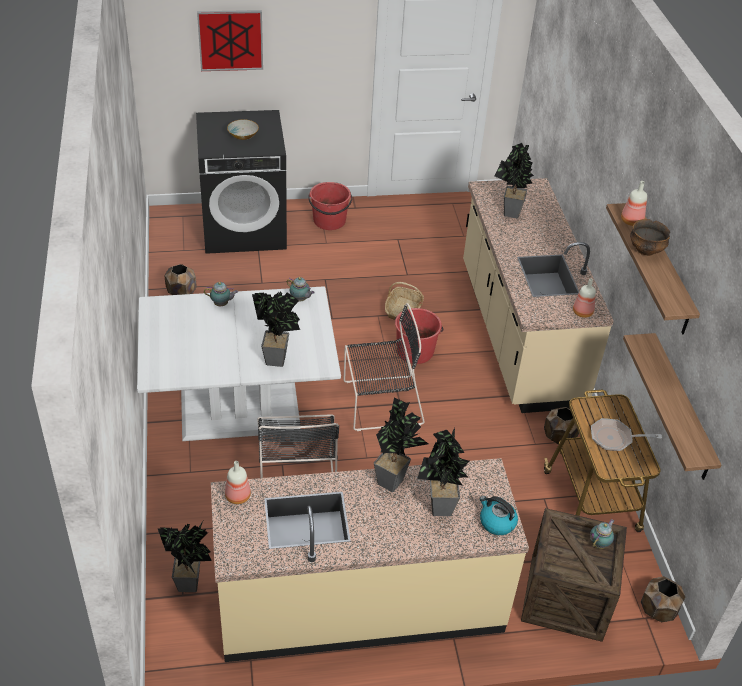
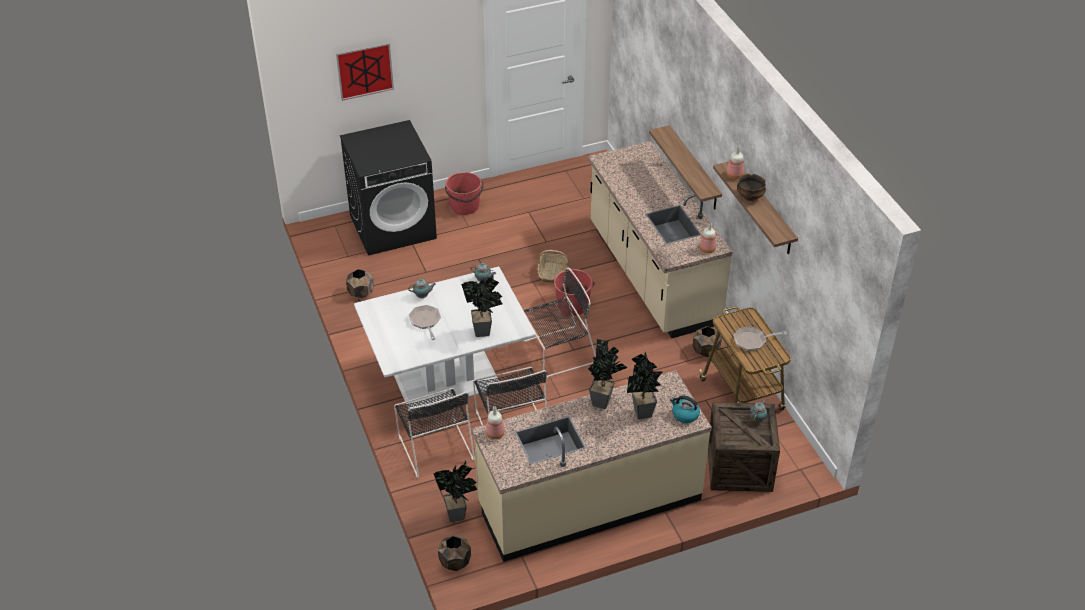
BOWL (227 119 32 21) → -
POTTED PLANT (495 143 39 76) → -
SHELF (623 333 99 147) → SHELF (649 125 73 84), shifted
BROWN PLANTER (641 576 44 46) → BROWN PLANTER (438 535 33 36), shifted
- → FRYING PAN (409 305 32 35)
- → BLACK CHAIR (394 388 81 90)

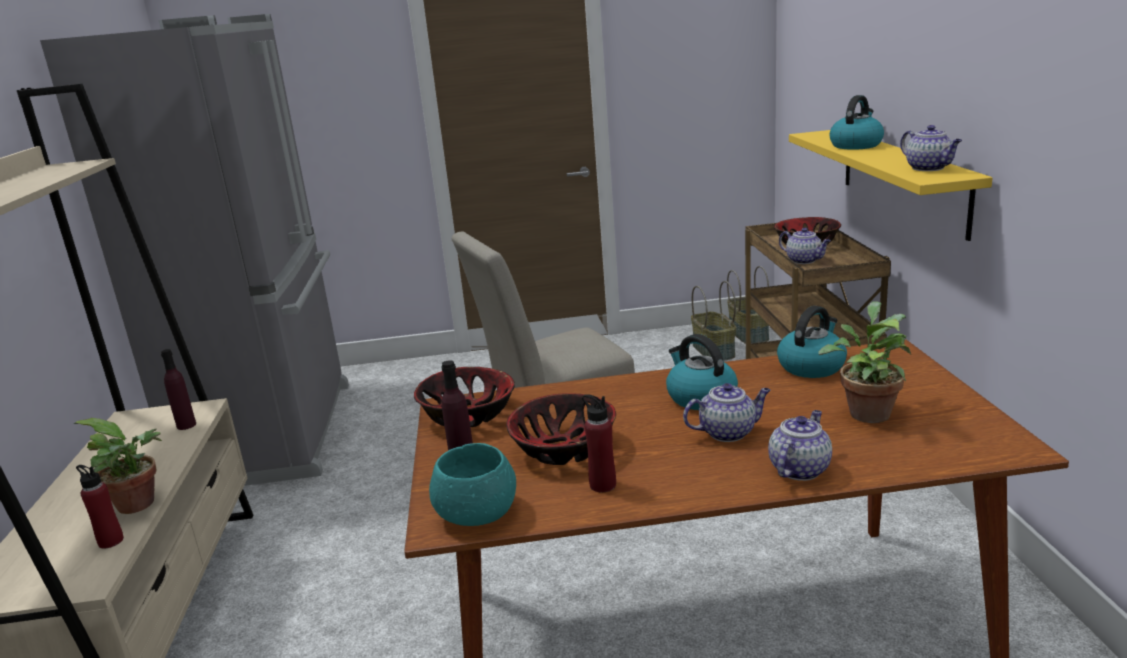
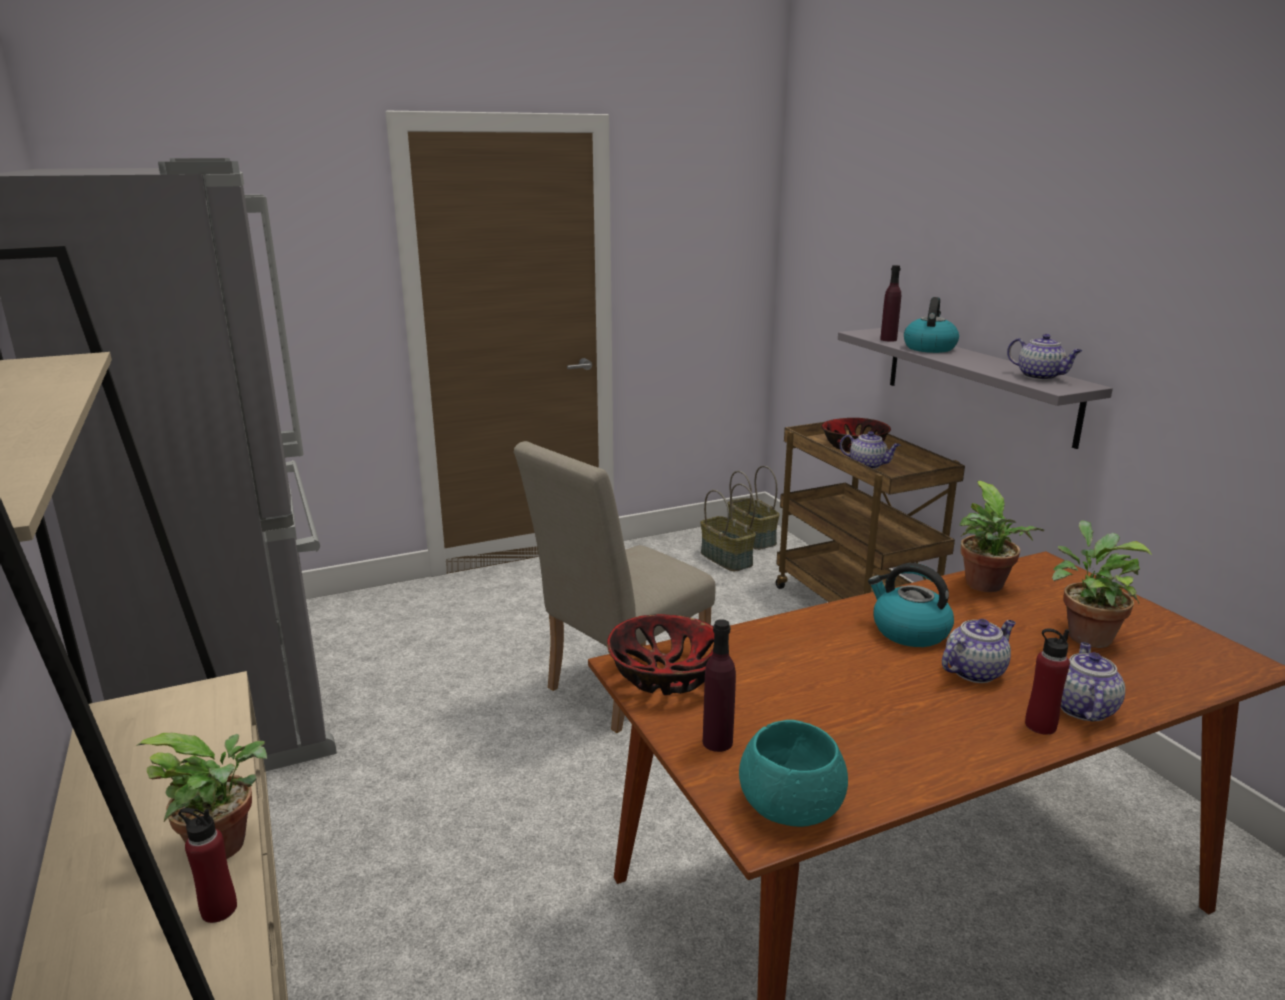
YELLOW SHELF (789 130 204 111) → GREY SHELF (838 328 275 121)
KETTLE (777 306 70 72) → POTTED PLANT (960 481 84 111)
PURPLE BOTTLE (161 349 35 81) → PURPLE BOTTLE (880 265 21 77), shifted
BOWL (506 393 110 72) → -
RED BOTTLE (582 394 34 98) → RED BOTTLE (1025 628 45 107), shifted

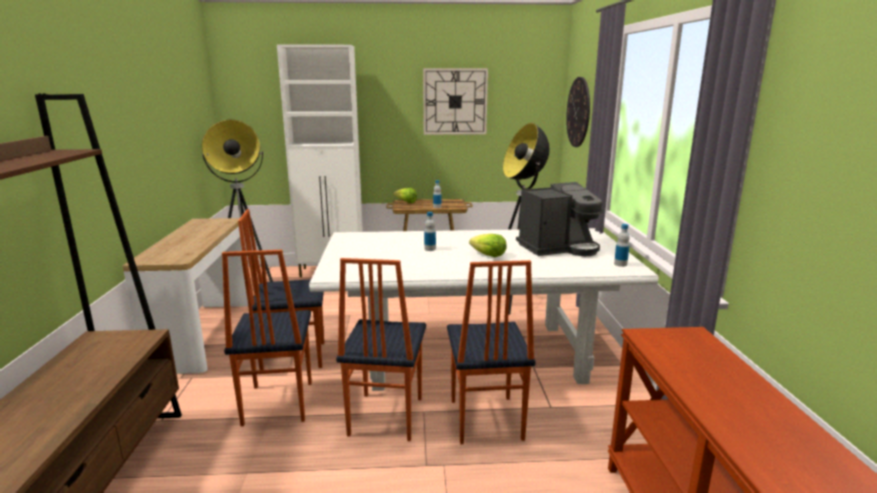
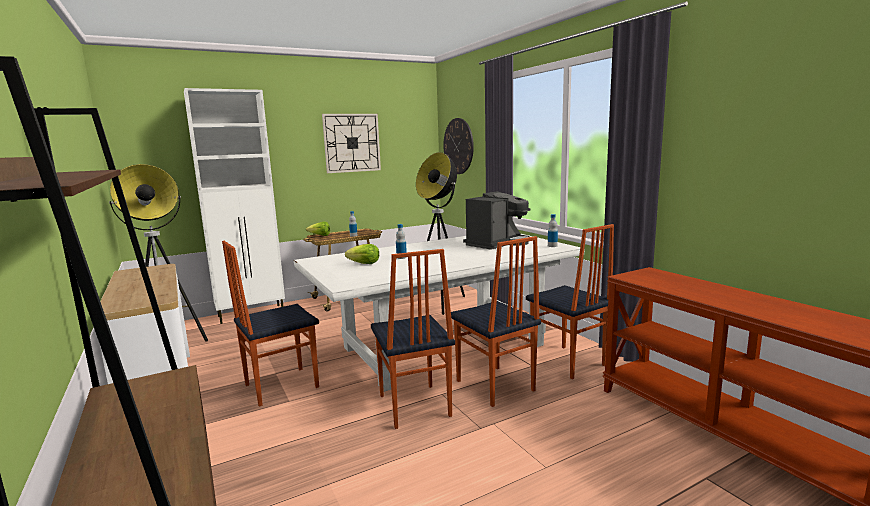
LETTUCE (469 234 38 23) → LETTUCE (345 244 34 20), shifted
CHAIR (222 250 90 176) → CHAIR (526 224 88 155), shifted

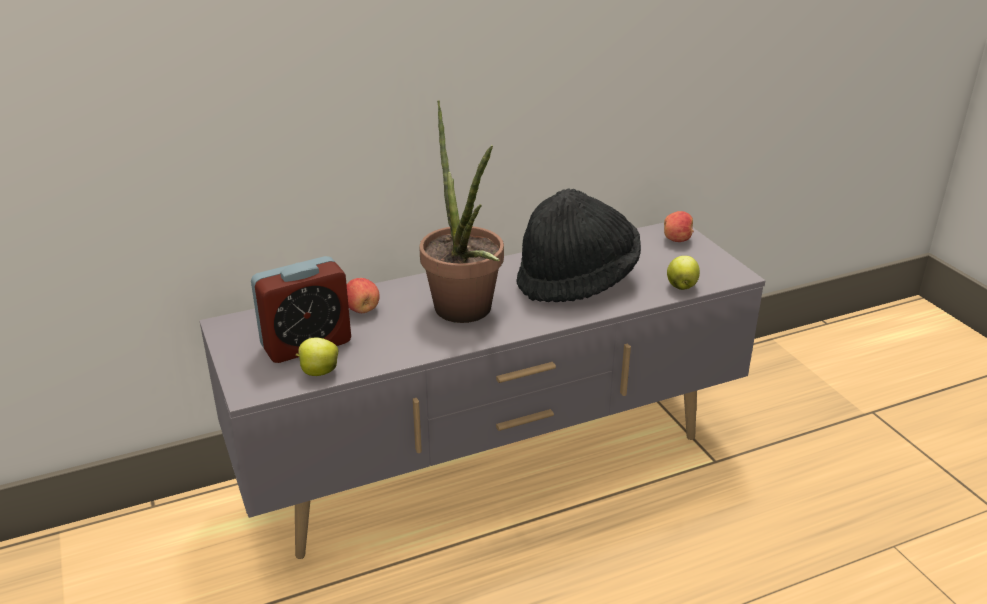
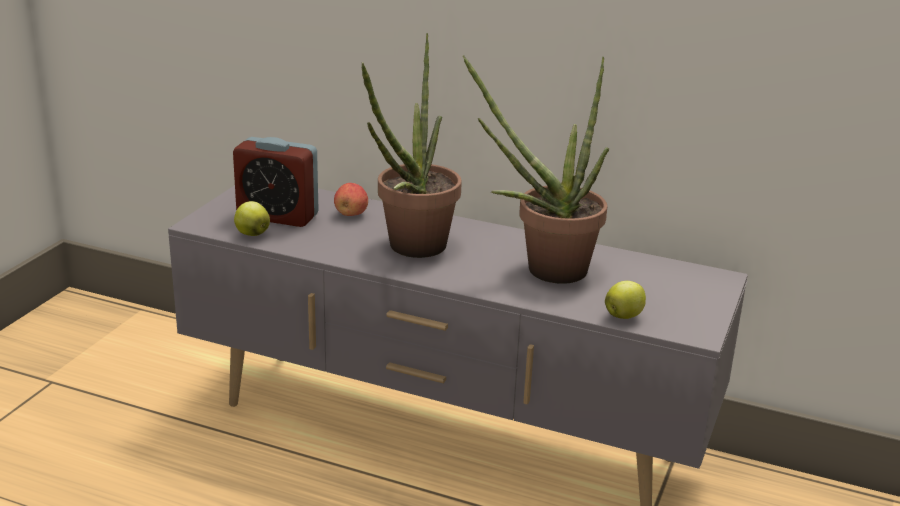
BLACK HAT (516 188 125 114) → POTTED PLANT (462 55 147 229)
APPLE (664 211 30 31) → -

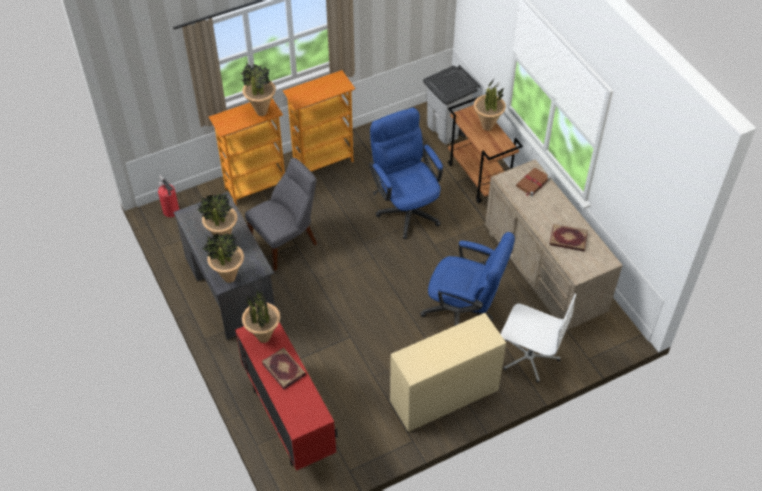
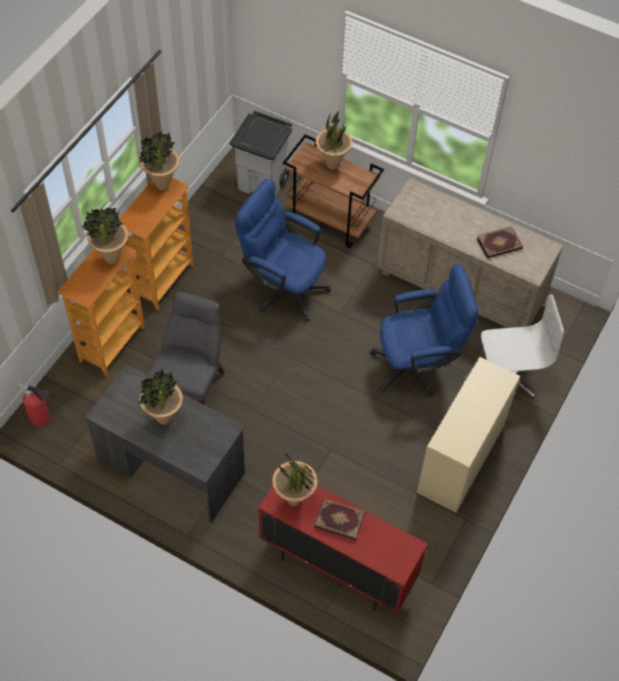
BROWN BOOK (516 168 34 28) → -
POTTED PLANT (202 233 42 50) → POTTED PLANT (139 131 41 59), shifted

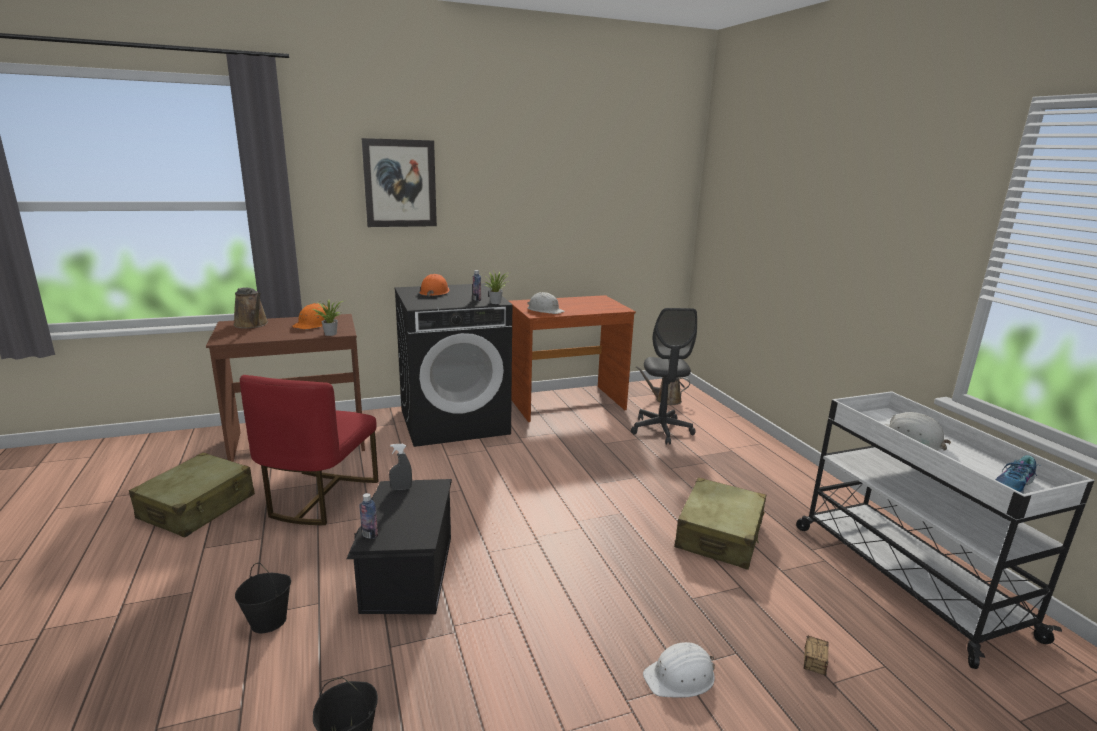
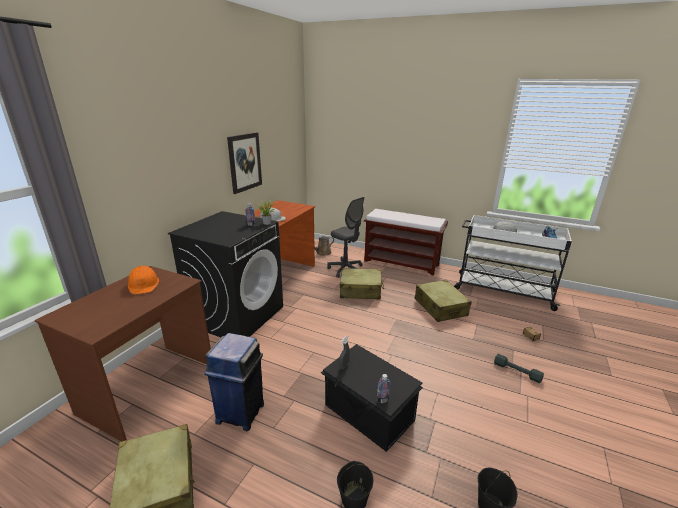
PICTURE (362 138 75 89) → PICTURE (227 132 35 62), shifted
ORANGE HARD HAT (420 274 29 23) → -
BROWN WATERING CAN (234 287 34 42) → -
POTTED PLANT (312 300 31 36) → -
RED CHAIR (240 375 138 150) → BLUE TRASH CAN (204 333 60 98)
WHITE HARD HAT (643 642 72 56) → GREY DUMBBELL (494 354 50 29)
- → BROWN BENCH (364 209 84 67)
- → BEIGE SUITCASE (340 268 44 31)

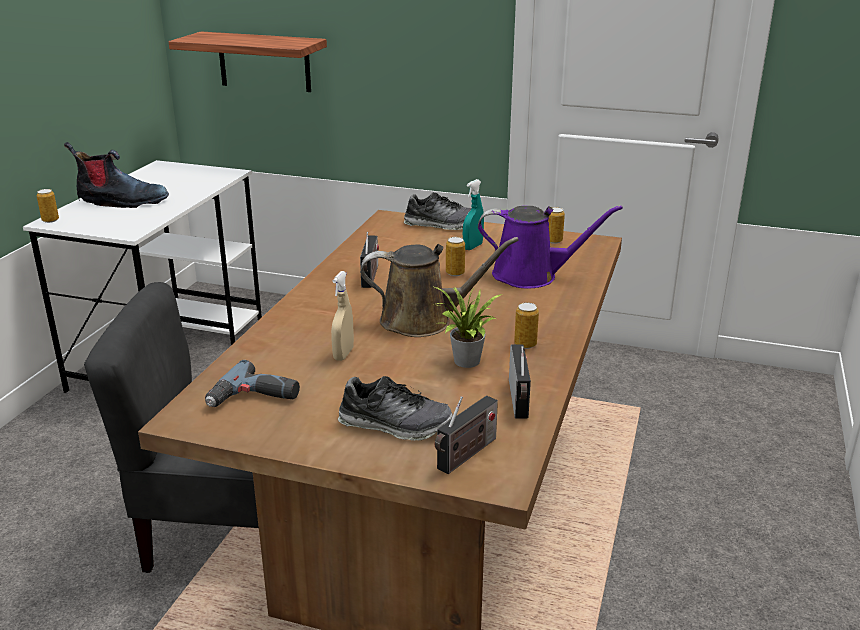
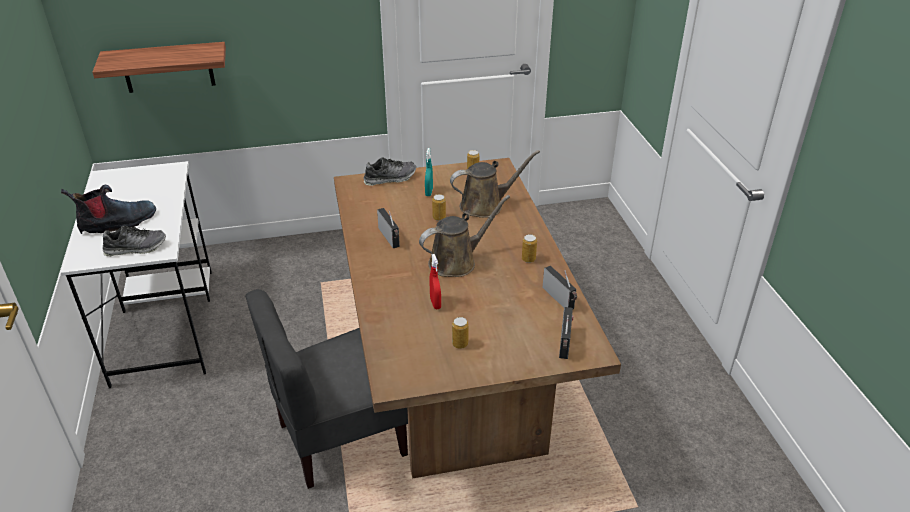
CAN (37 189 22 34) → CAN (452 317 17 32), shifted
PURPLE WATERING CAN (478 205 145 84) → BROWN WATERING CAN (450 150 90 68)
BEIGE SPRAY BOTTLE (331 271 23 90) → RED SPRAY BOTTLE (430 254 11 55)
POTTED PLANT (435 287 67 81) → -
POWER DRILL (205 360 95 47) → -
SHOE (338 376 115 64) → SHOE (103 226 63 31), shifted

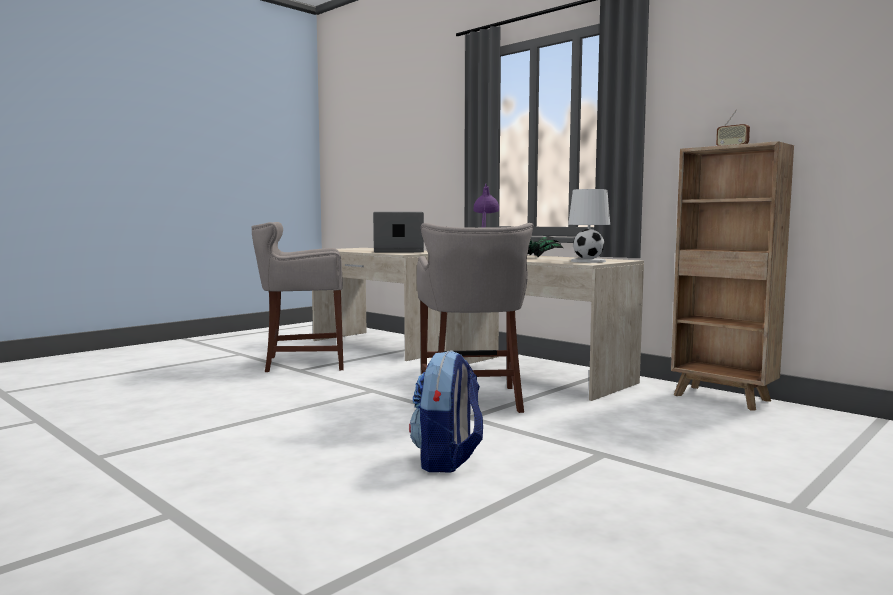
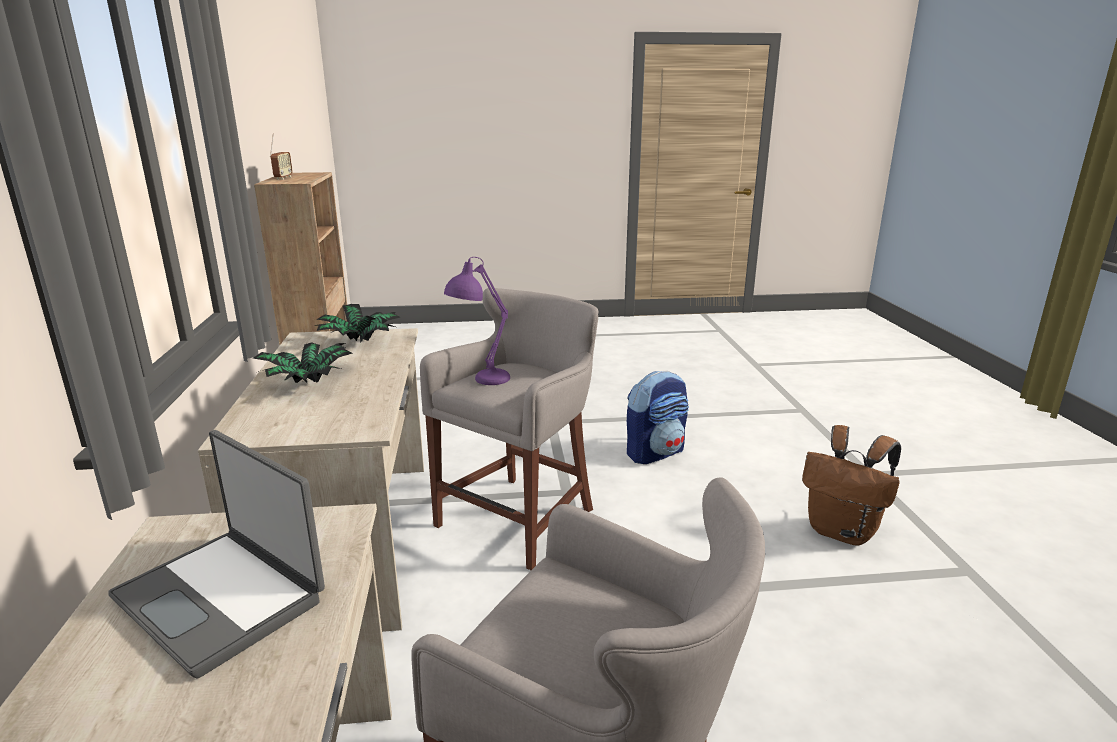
WHITE TABLE LAMP (568 189 42 74) → POTTED PLANT (315 304 86 38)
- → BROWN BACKPACK (802 425 99 121)

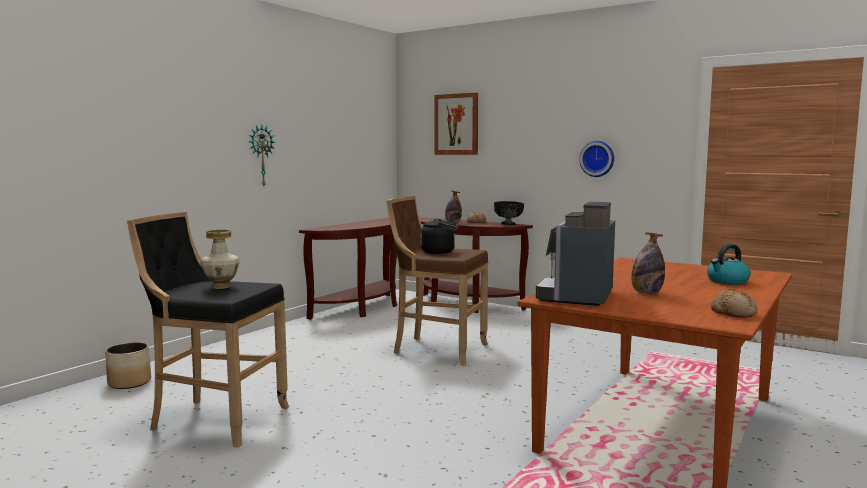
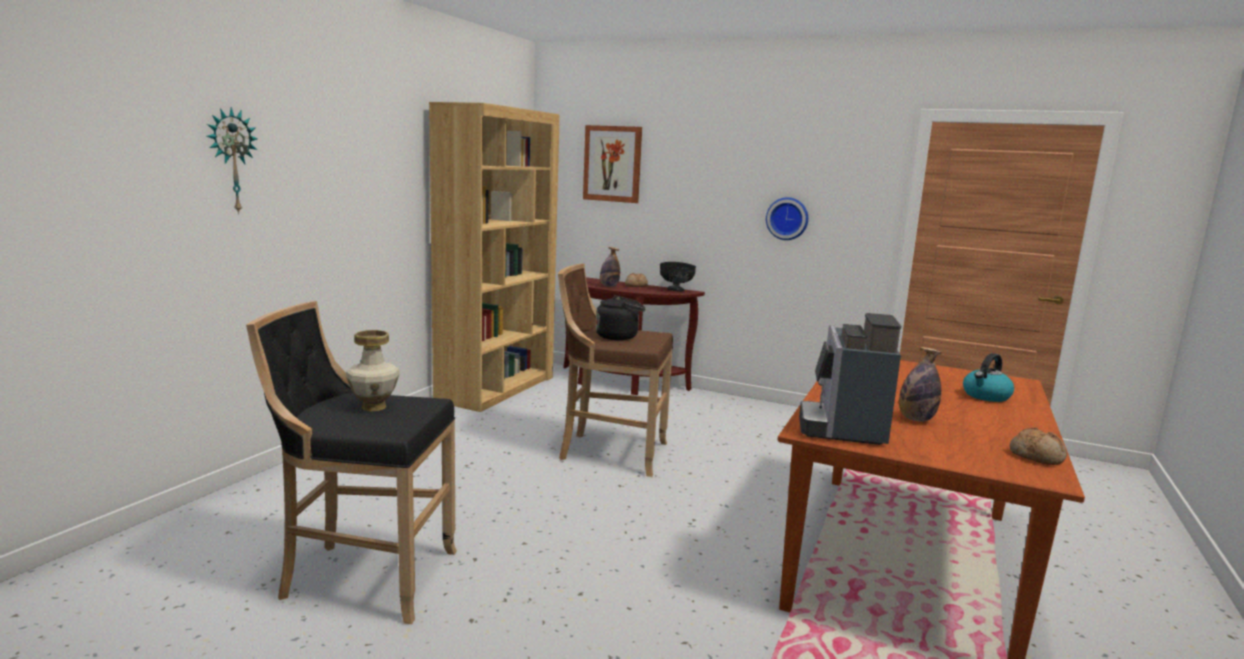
WALL CLOCK (249 124 26 62) → WALL CLOCK (207 107 51 107), shifted
BROWN CONSOLE TABLE (299 218 98 102) → BROWN BOOKCASE (429 102 131 310)
PLANTER (105 342 46 47) → -

